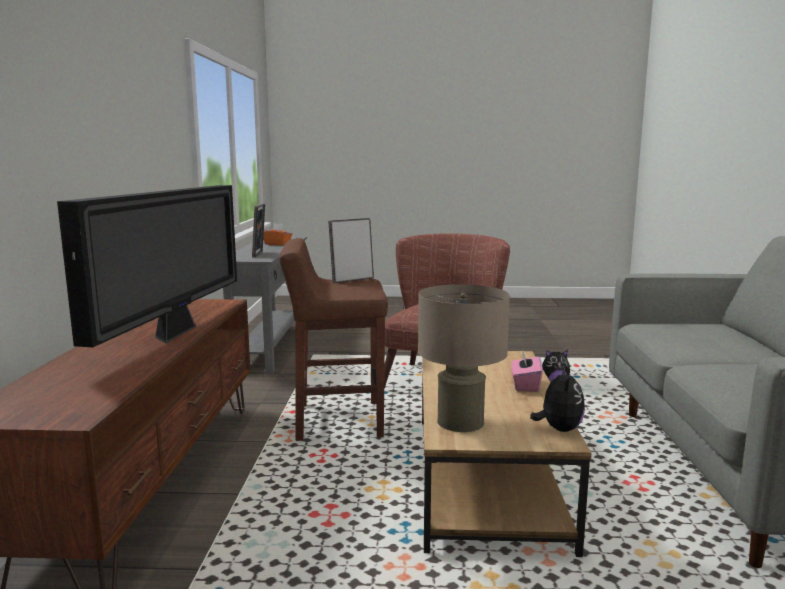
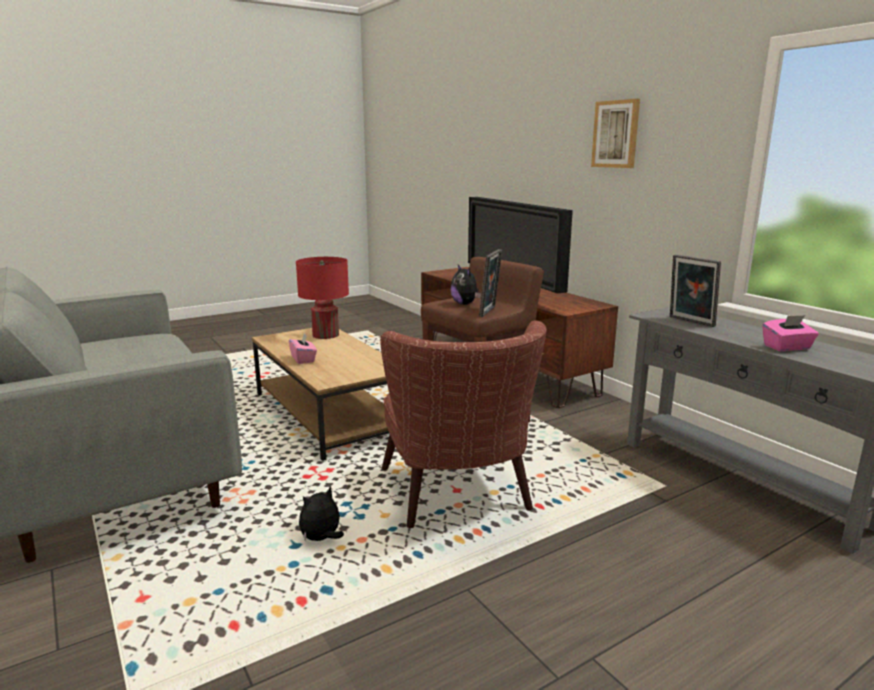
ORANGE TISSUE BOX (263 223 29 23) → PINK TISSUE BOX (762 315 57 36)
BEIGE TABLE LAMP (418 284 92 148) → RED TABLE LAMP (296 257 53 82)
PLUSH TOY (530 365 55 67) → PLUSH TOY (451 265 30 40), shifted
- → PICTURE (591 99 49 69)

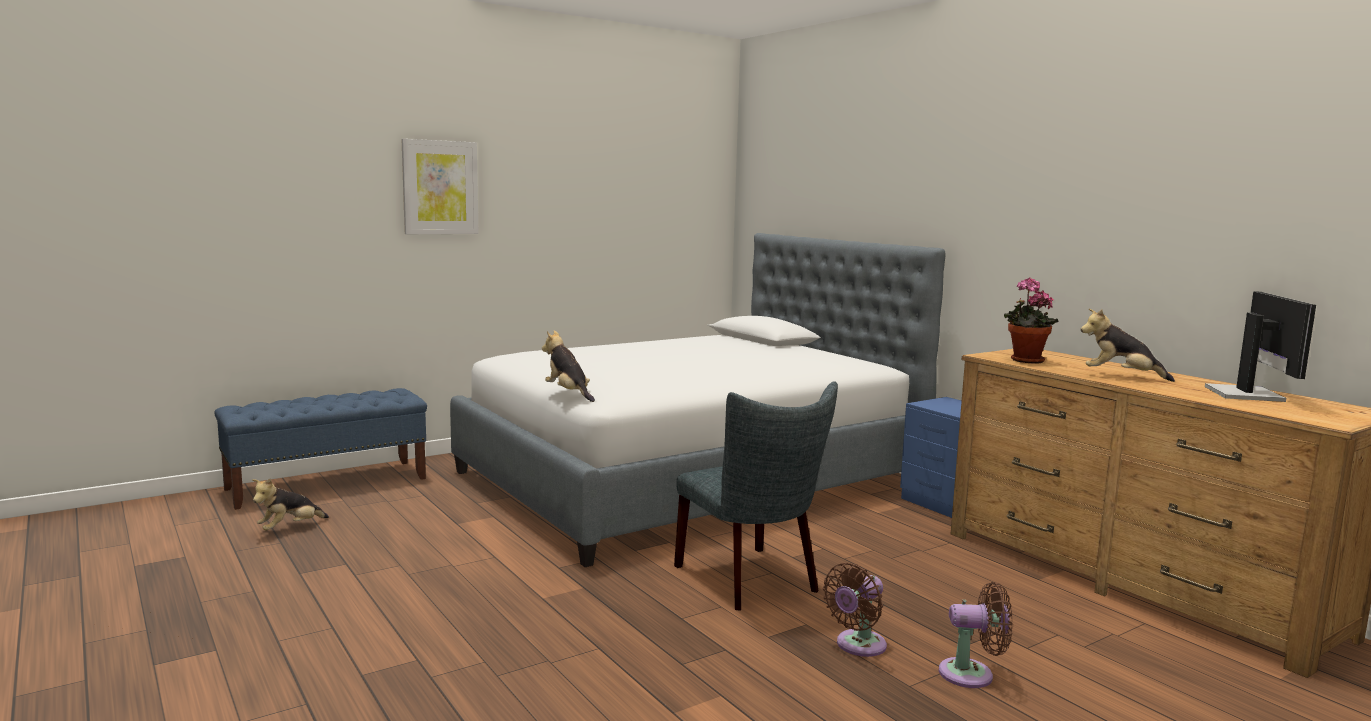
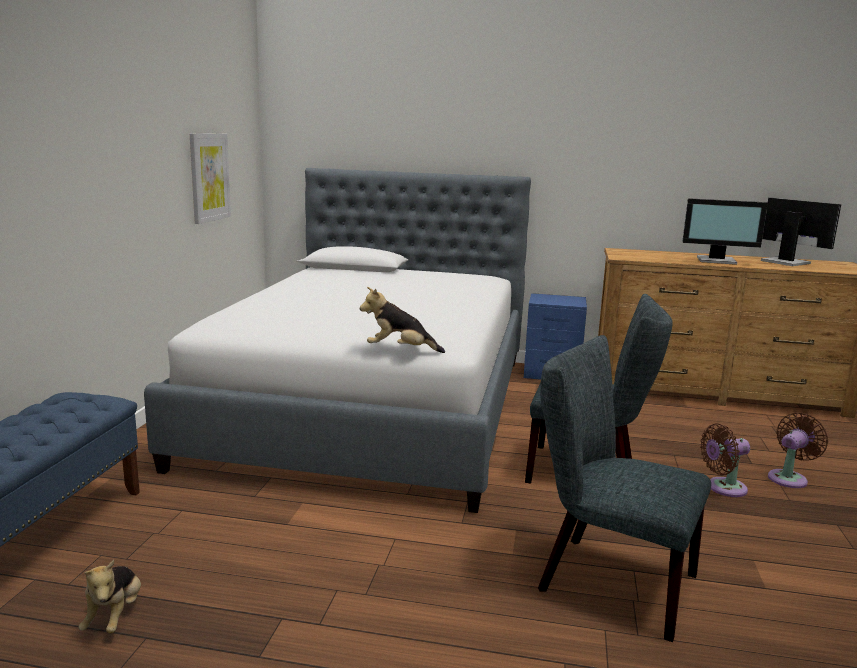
PICTURE (402 139 77 95) → PICTURE (190 133 41 91), shifted
POTTED PLANT (1004 277 55 87) → -
PLUSH TOY (1081 309 94 73) → MONITOR (682 198 86 67)
BROWN FAN (823 563 64 94) → BROWN FAN (700 424 50 73), 75 degrees clockwise
- → GREY CHAIR (538 335 173 307)

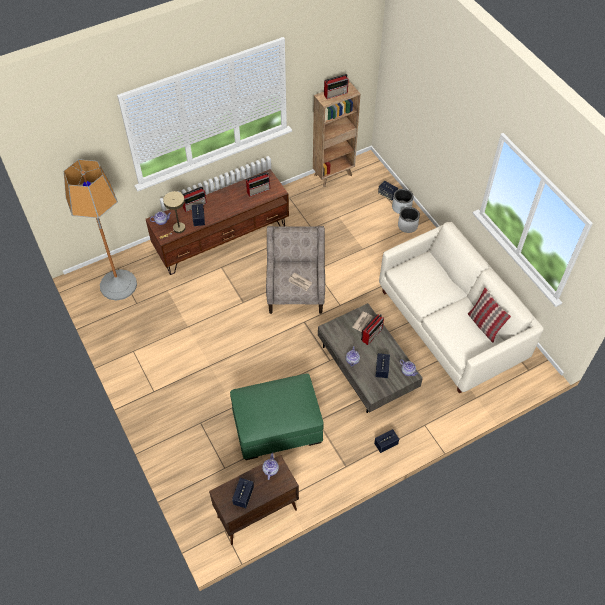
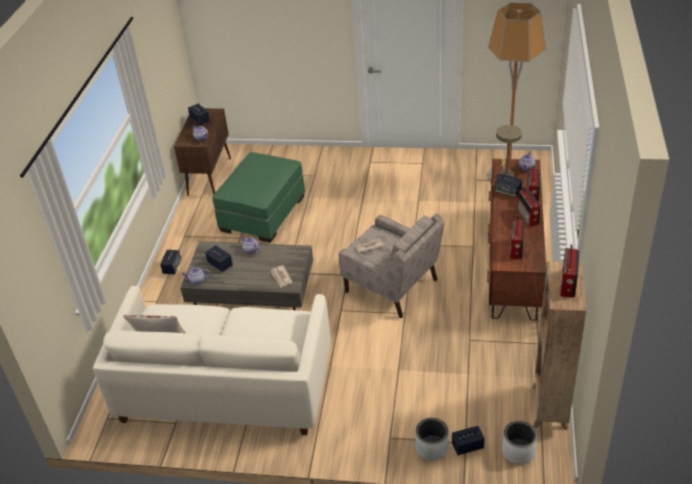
WHITE PLANTER (398 207 22 26) → WHITE PLANTER (502 421 35 43), shifted
RADIO (361 314 23 31) → RADIO (517 186 24 41), shifted

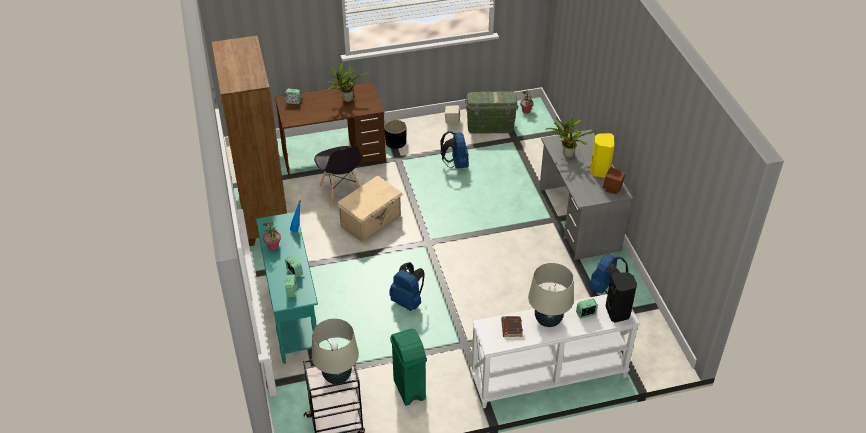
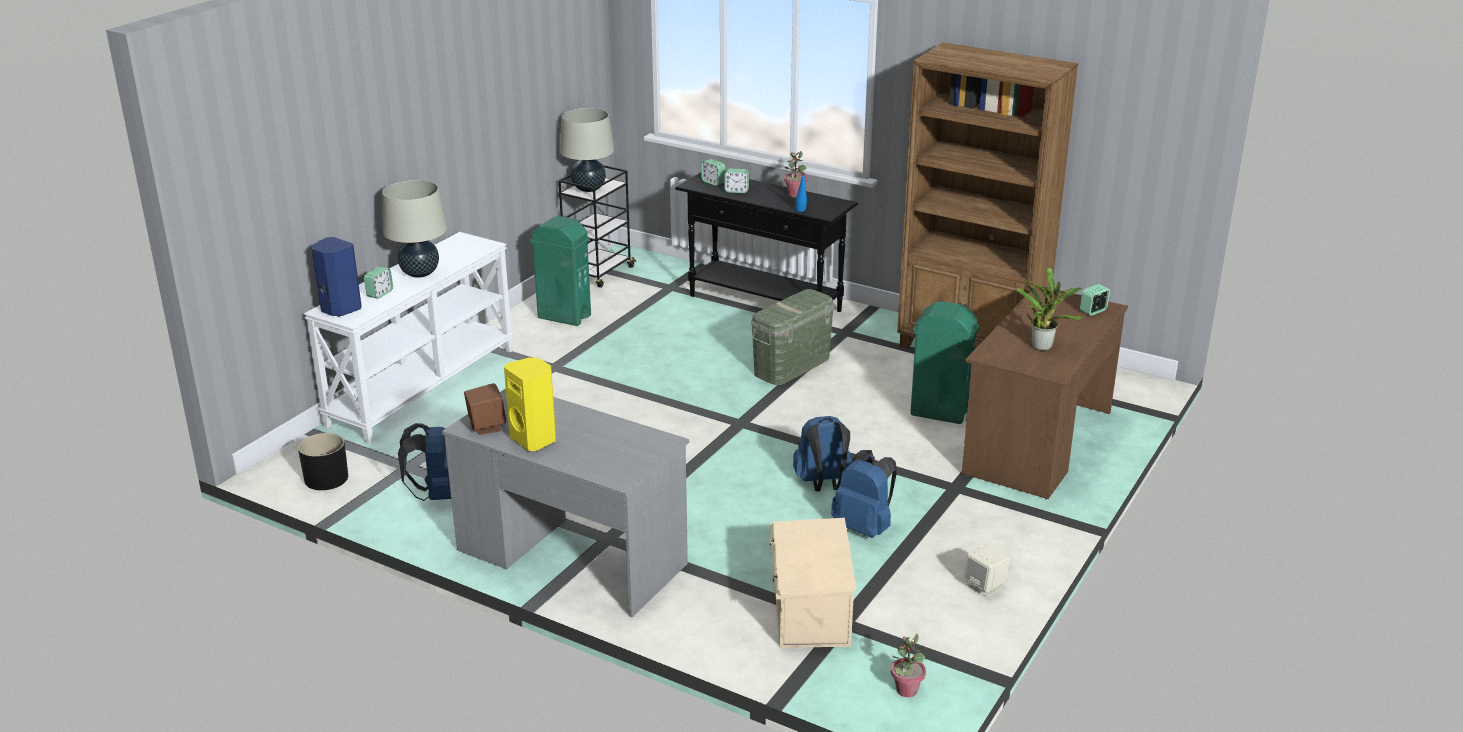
GREEN STORAGE BOX (465 91 54 43) → GREEN STORAGE BOX (751 289 83 96), shifted
POTTED PLANT (546 117 48 41) → -
BLACK PLANTER (384 120 22 29) → BLACK PLANTER (298 433 50 57), shifted
GREY CHAIR (314 145 48 63) → GREEN TRASH CAN (910 301 69 123)
BEIGE STORAGE BOX (337 175 66 67) → BEIGE STORAGE BOX (770 518 86 130), shifted
TURQUOISE CONSOLE TABLE (256 212 63 152) → BLACK CONSOLE TABLE (675 172 183 140)
BLUE BACKPACK (389 262 36 49) → BLUE BACKPACK (793 416 59 76), shifted
BLACK SPEAKER (606 272 31 51) → BLUE SPEAKER (311 237 51 80)
BROWN BOOK (501 316 22 21) → -

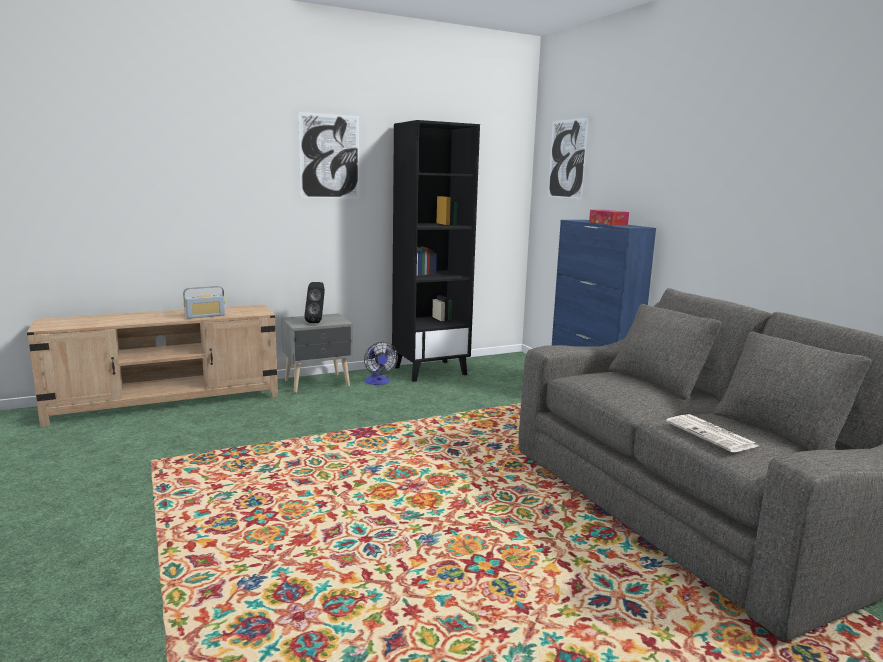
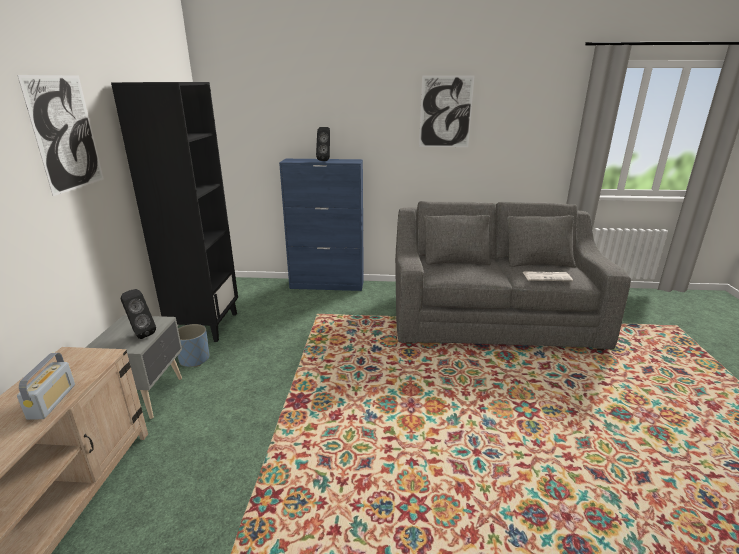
PICTURE (548 118 41 81) → PICTURE (419 76 55 71), shifted
TISSUE BOX (589 210 40 15) → BLACK SPEAKER (316 127 14 34)
FAN (364 342 34 43) → BLUE PLANTER (178 324 31 43)

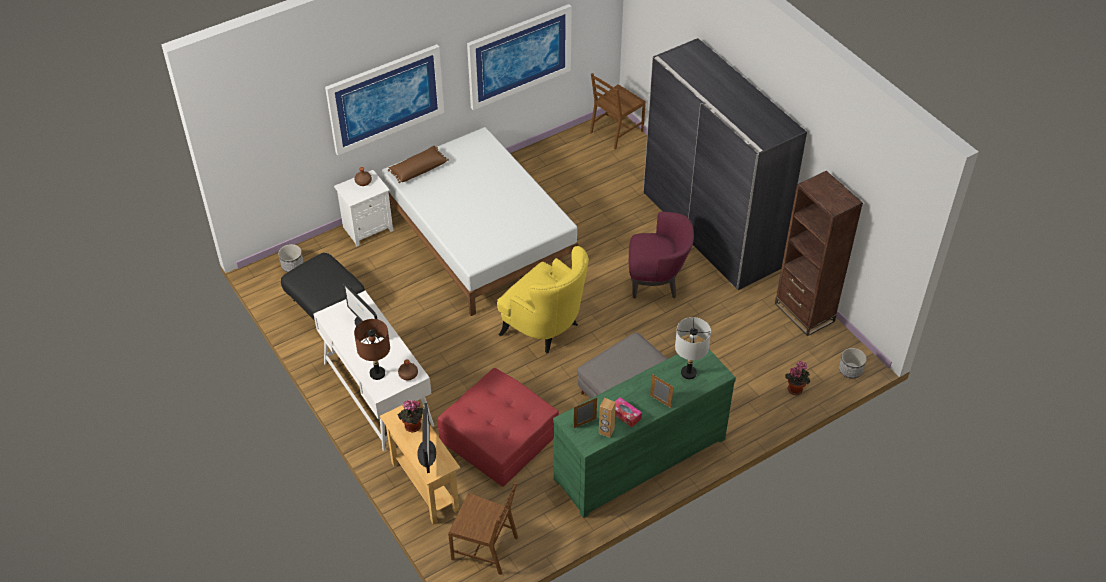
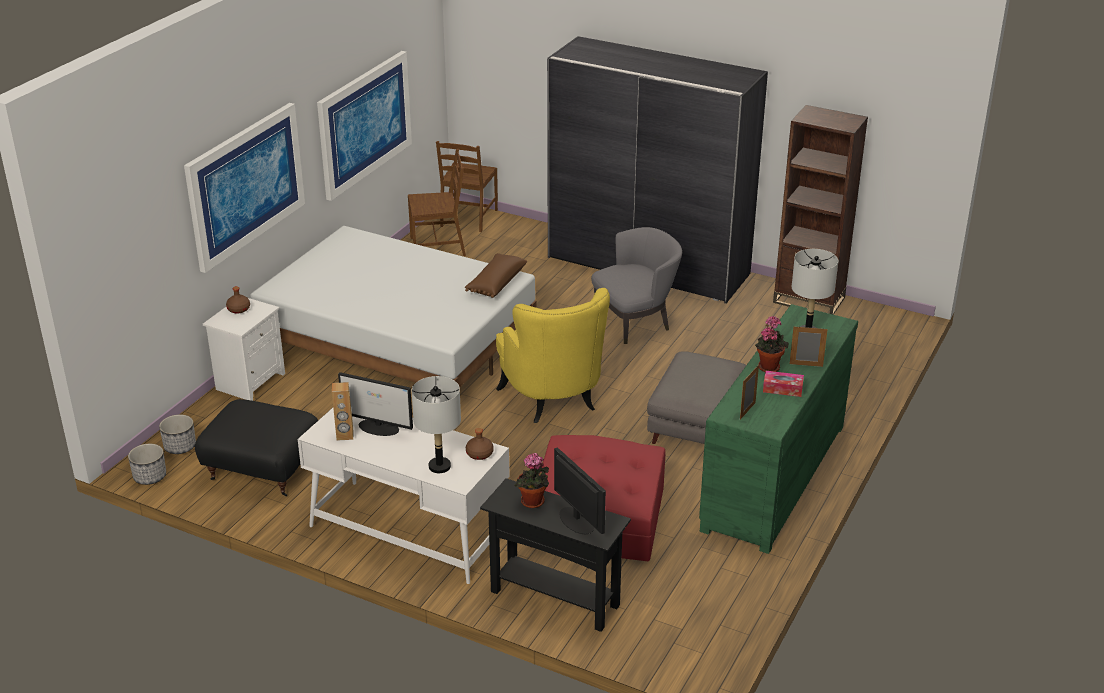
BROWN PILLOW (388 146 61 37) → BROWN PILLOW (465 253 62 45), shifted
PURPLE ARMCHAIR (629 212 65 87) → GREY ARMCHAIR (591 227 91 117)
YELLOW ARMCHAIR (497 246 92 107) → YELLOW ARMCHAIR (496 288 114 135), 60 degrees clockwise
BROWN TABLE LAMP (354 319 36 61) → GREY TABLE LAMP (412 376 49 97)
PLANTER (839 348 28 30) → PLANTER (128 444 38 41), shifted
POTTED PLANT (785 361 25 34) → POTTED PLANT (755 316 34 56), shifted
BROWN SPEAKER (599 398 17 40) → BROWN SPEAKER (332 382 22 59), shifted
BEIGE CONSOLE TABLE (380 400 80 124) → BLACK CONSOLE TABLE (480 478 151 154)
BROWN CHAIR (448 482 70 93) → BROWN CHAIR (408 149 58 107), shifted

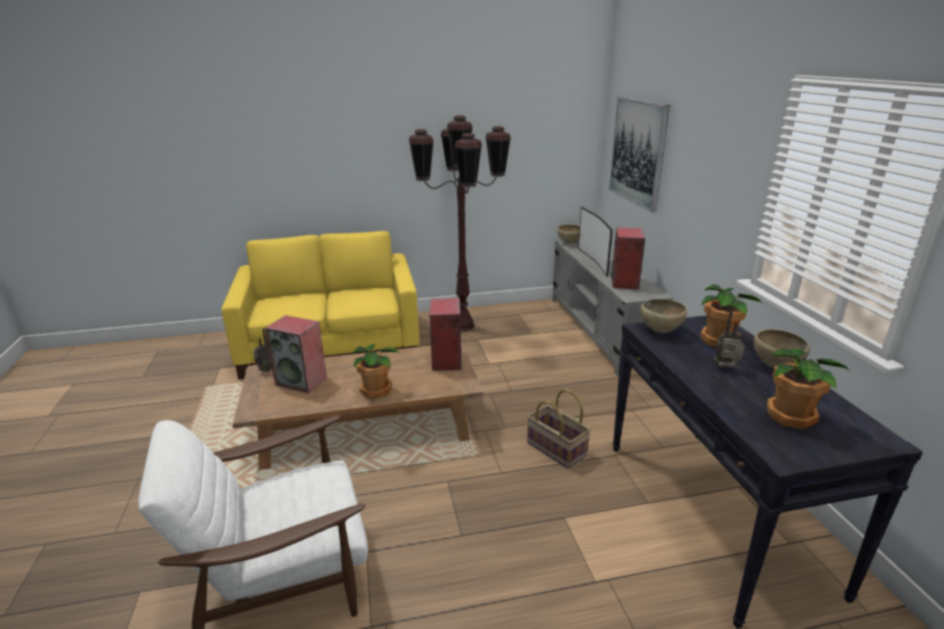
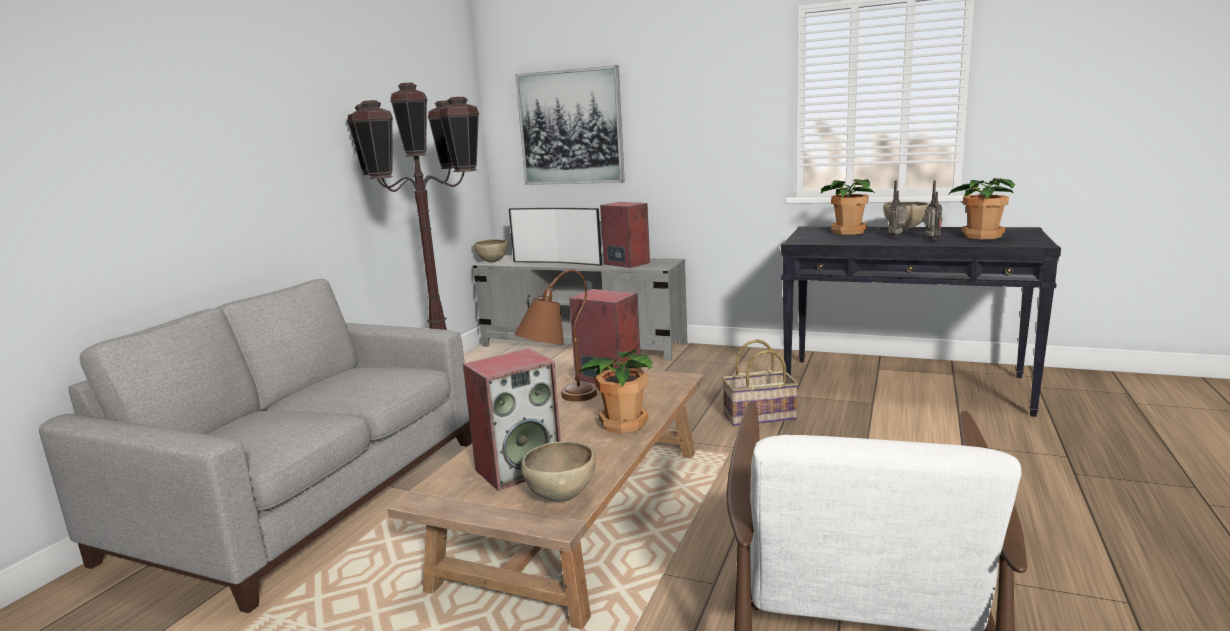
YELLOW SOFA (221 231 198 148) → GREY SOFA (39 279 433 334)
BROWN BOWL (641 299 46 34) → BROWN BOWL (521 442 75 60), shifted
RADIO (253 328 19 44) → RADIO (922 180 20 60), shifted
- → BROWN TABLE LAMP (514 269 83 133)

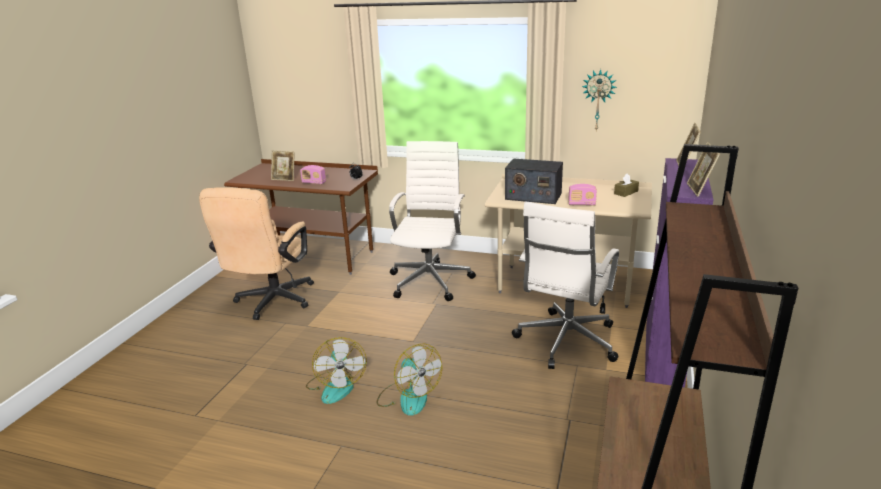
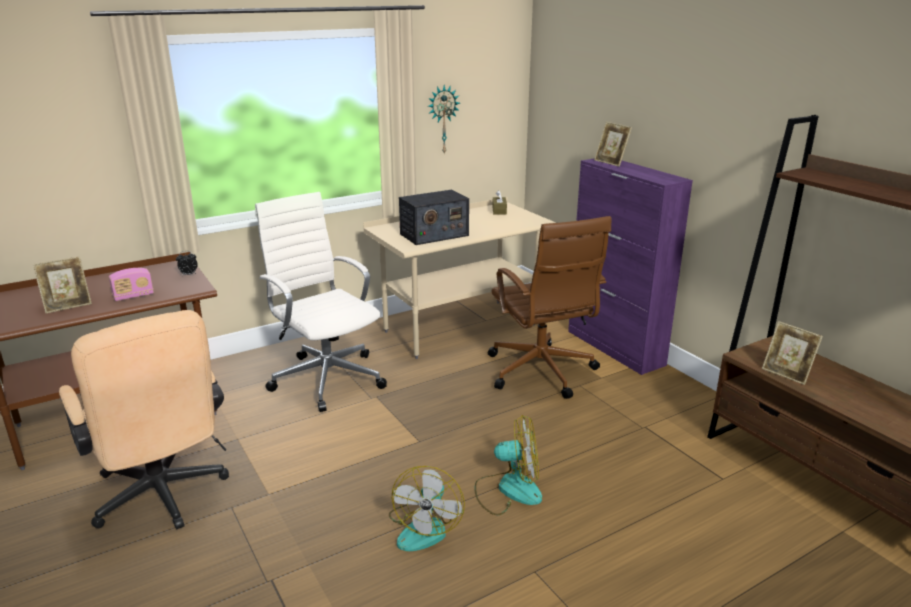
PICTURE FRAME (687 142 33 55) → PICTURE FRAME (762 321 61 64), shifted
RADIO (568 184 29 21) → -
WHITE OFFICE CHAIR (512 201 107 168) → BROWN OFFICE CHAIR (488 216 123 183)
FAN (306 337 61 67) → FAN (389 466 76 85), 75 degrees clockwise

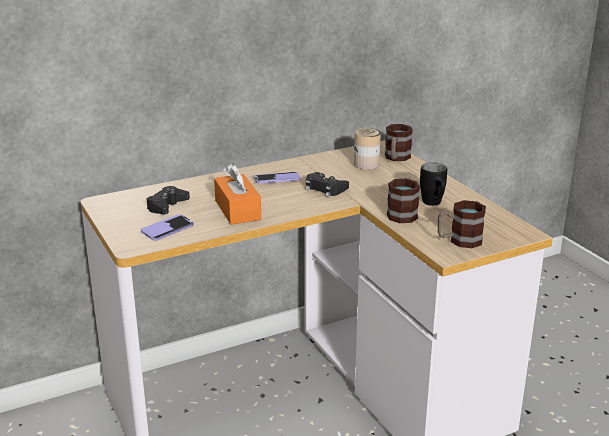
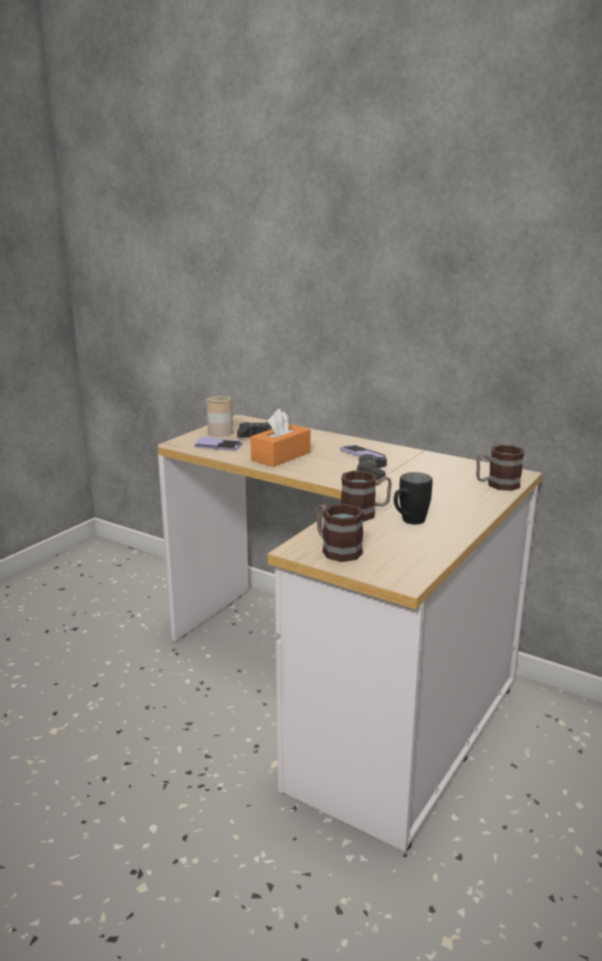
CAN (354 128 27 42) → CAN (207 396 27 40), shifted

